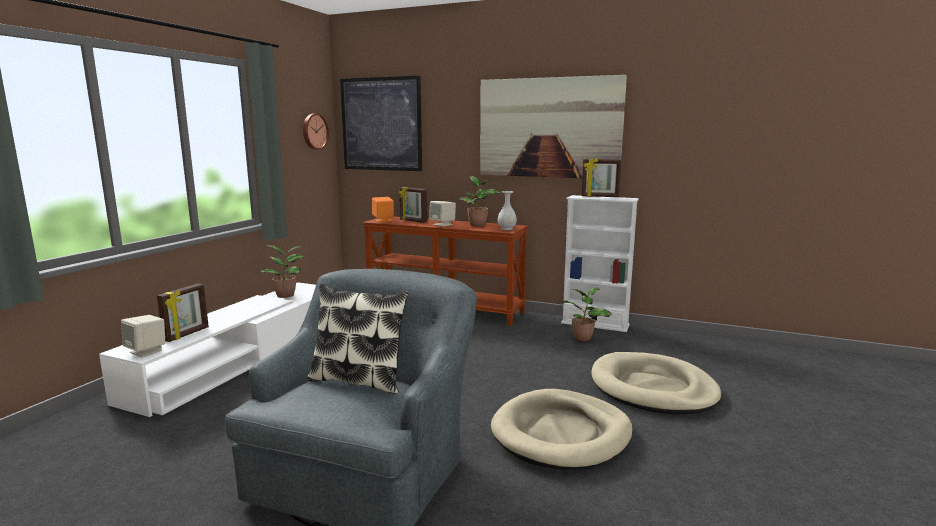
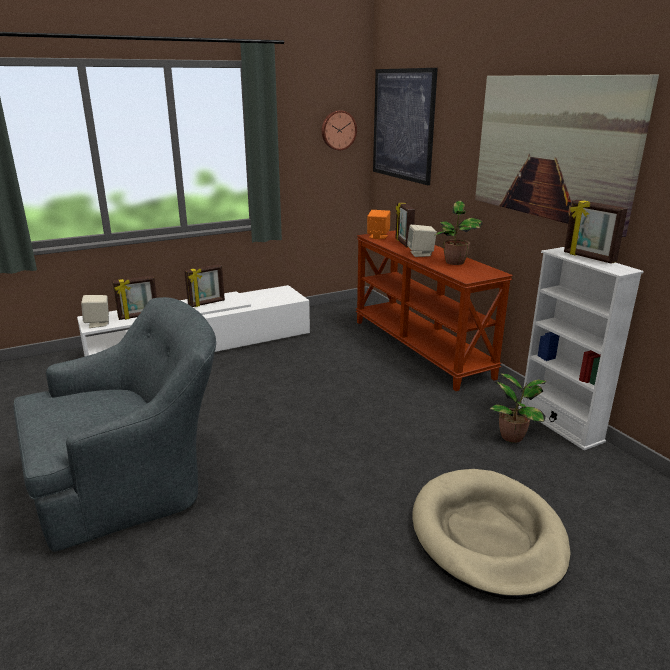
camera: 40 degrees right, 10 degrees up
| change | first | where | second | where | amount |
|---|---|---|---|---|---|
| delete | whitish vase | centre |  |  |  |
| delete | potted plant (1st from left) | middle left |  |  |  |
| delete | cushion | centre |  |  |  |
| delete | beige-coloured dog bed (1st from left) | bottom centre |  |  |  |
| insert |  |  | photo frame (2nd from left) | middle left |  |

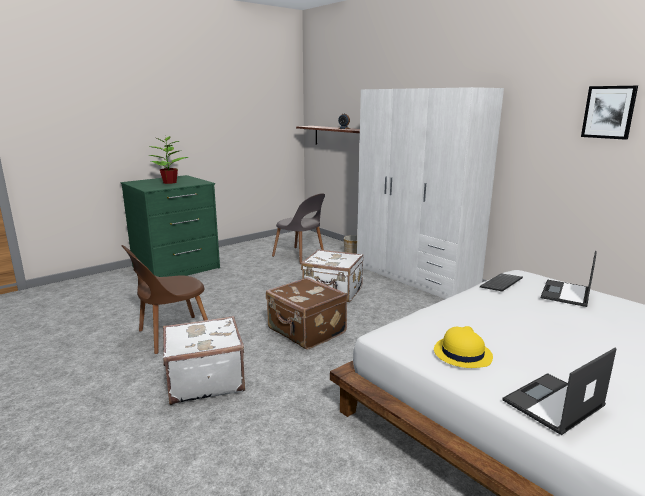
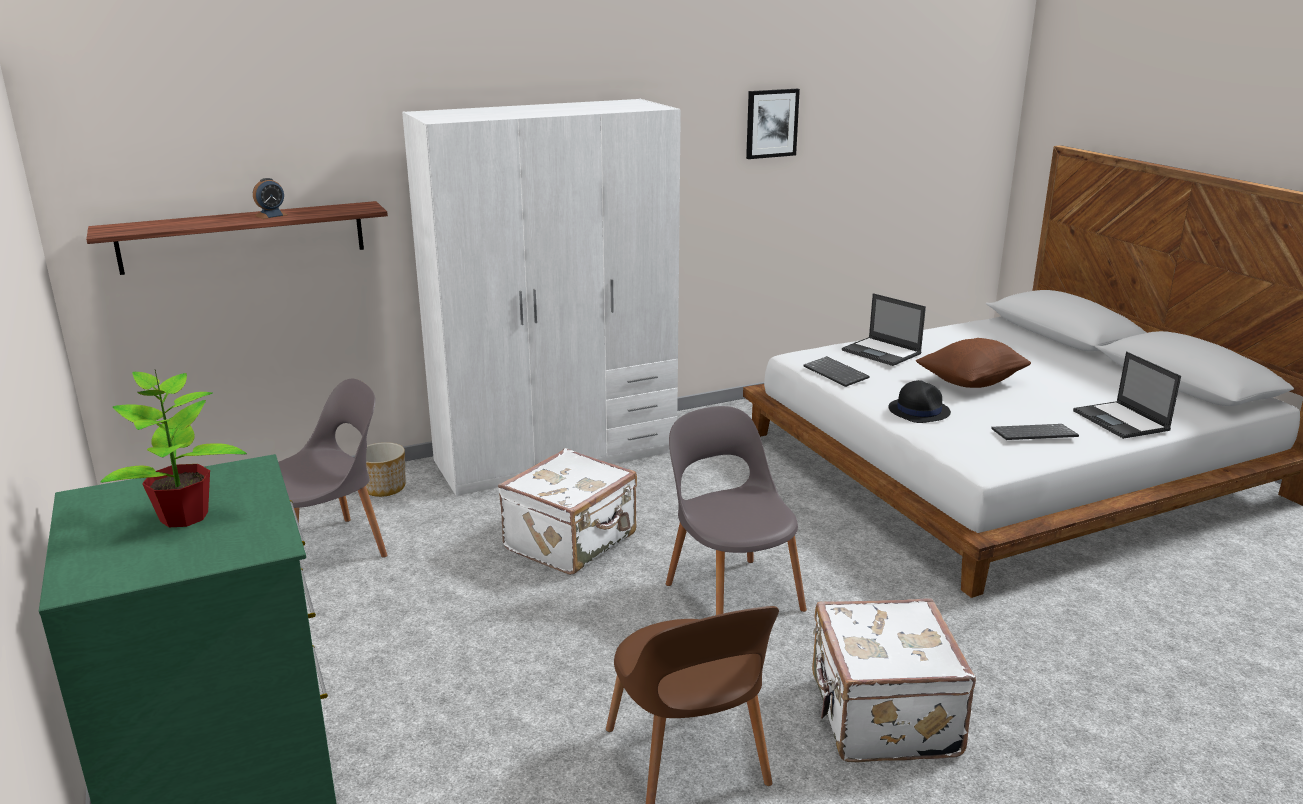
camera: 75 degrees left, 5 degrees up
| change | first | where | second | where | amount |
|---|---|---|---|---|---|
| replace | brownish travel case | centre | greyish plain chair (2nd from left) | centre |  |
| replace | yellow-coloured hat | bottom right | computer keyboard (2nd from left) | middle right |  |
| insert |  |  | brownish cushion | middle right |  |
| insert |  |  | black-coloured hat | middle right |  |

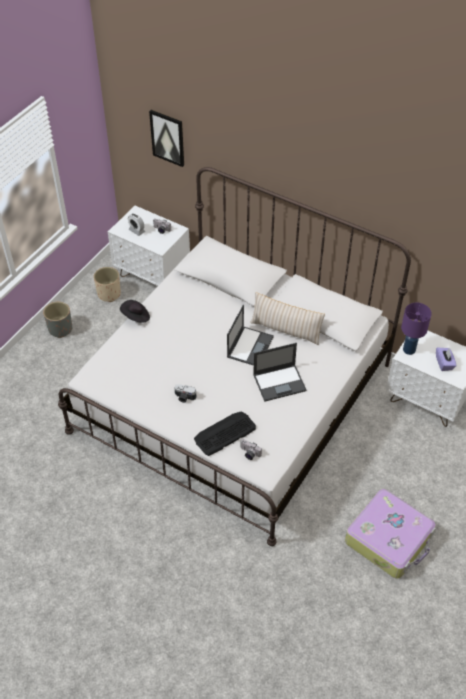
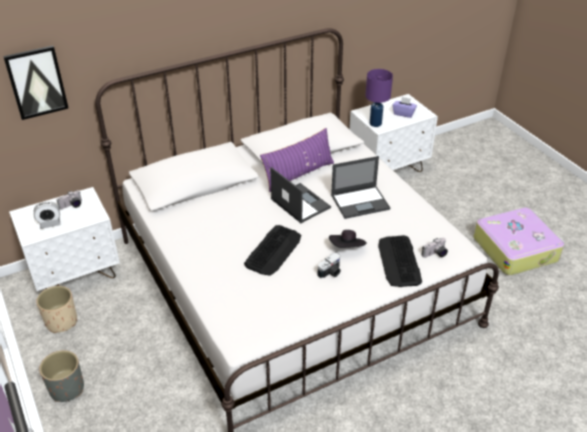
camera: 60 degrees left, 10 degrees down
| change | first | where | second | where | amount |
|---|---|---|---|---|---|
| recolor | beige-coloured cushion | centre | purple-coloured cushion | centre |  |
| move | black-coloured hat | middle left |  | centre |  |
| rotate | laptop (2nd from left) | centre |  | centre | 60 degrees clockwise |
| insert |  |  | computer keyboard (1st from left) | centre |  |

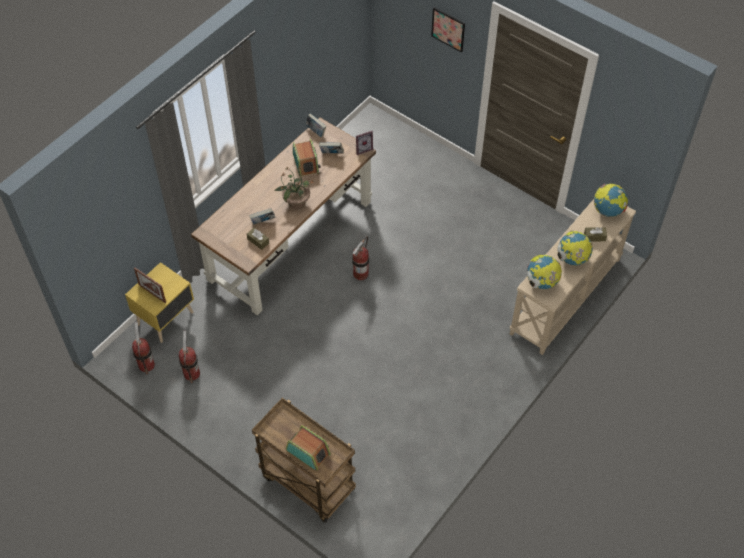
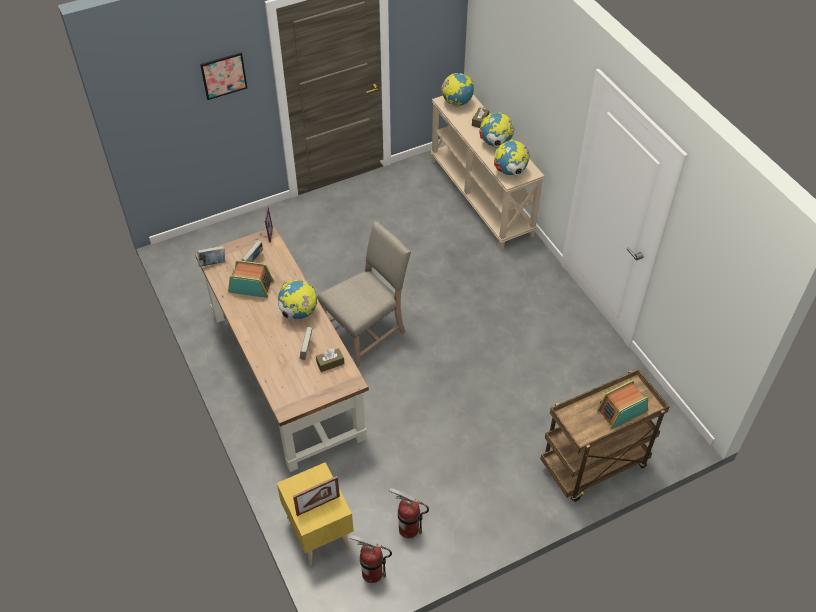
camera: 65 degrees left, 5 degrees down
| change | first | where | second | where | amount |
|---|---|---|---|---|---|
| replace | potted plant | centre | world globe (1st from left) | centre |  |
| replace | fire-fighting cylinder (3rd from left) | centre | beige-coloured plain chair | centre |  |

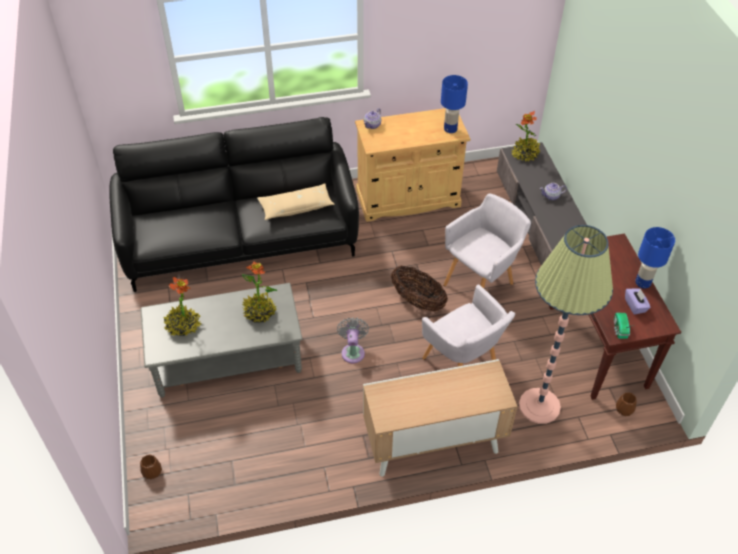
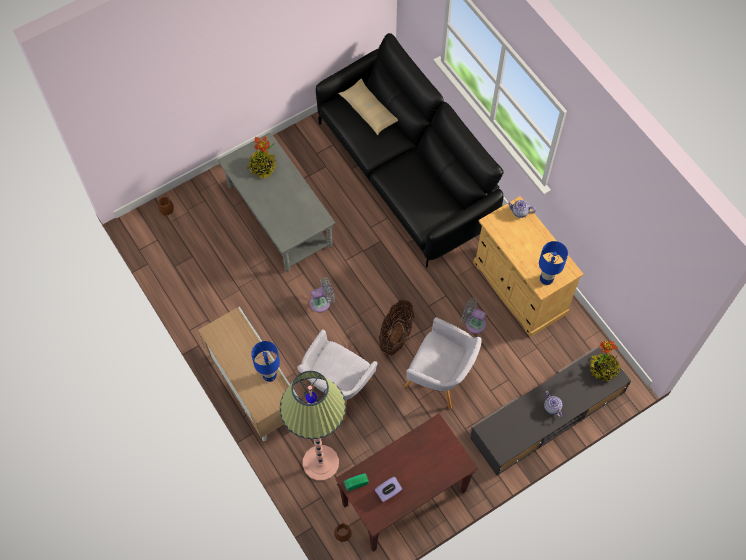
camera: 70 degrees right, 15 degrees up
| change | first | where | second | where | amount |
|---|---|---|---|---|---|
| move | beige-coloured cushion | centre |  | top centre |  |
| move | blue-coloured lamp for a table (2nd from left in the first image) | middle right | blue-coloured lamp for a table (1st from left) | centre |  |
| delete | potted plant (2nd from left) | centre |  |  |  |
| insert |  |  | greyish electric fan (2nd from left) | centre |  |

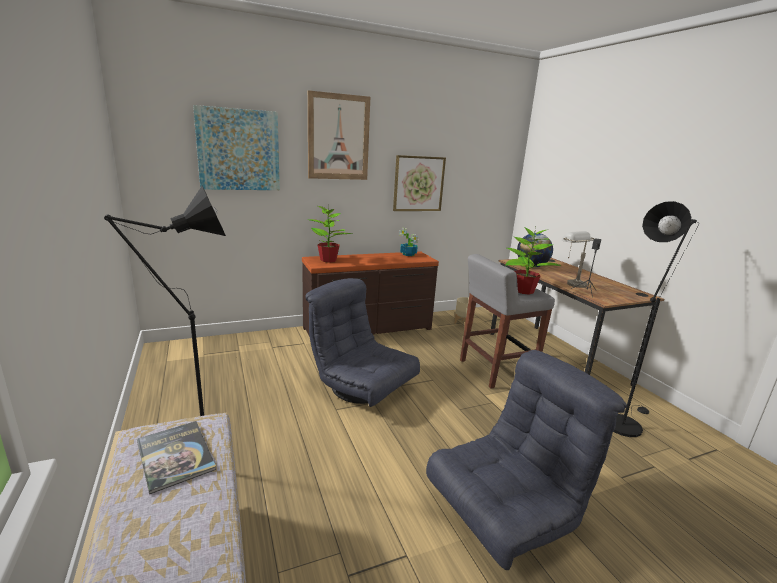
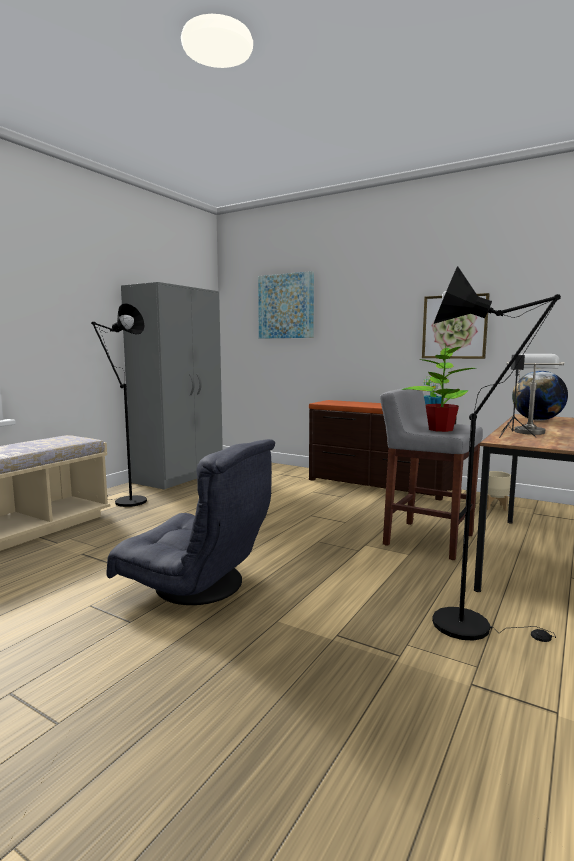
camera: 55 degrees right, 10 degrees down
| change | first | where | second | where | amount |
|---|---|---|---|---|---|
| delete | picture (2nd from left) | top centre |  |  |  |
| delete | potted plant (1st from left) | centre |  |  |  |
| delete | greyish easy chair (1st from left) | centre |  |  |  |
| delete | book | bottom left |  |  |  |
| insert |  |  | greyish wardrobe | middle left |  |

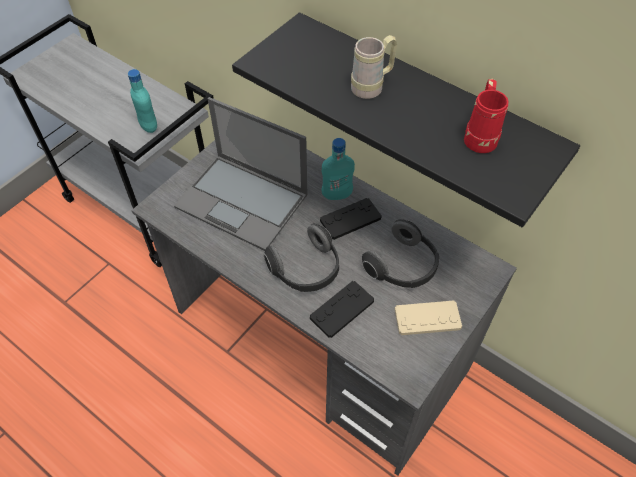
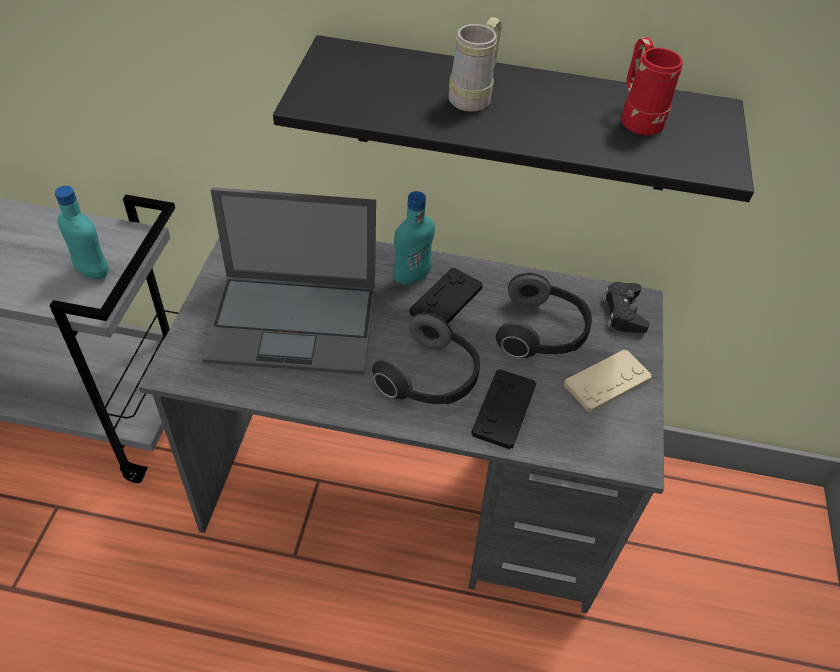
camera: 30 degrees left, 5 degrees down
| change | first | where | second | where | amount |
|---|---|---|---|---|---|
| insert |  |  | black-coloured joypad (3rd from left) | middle right |  |

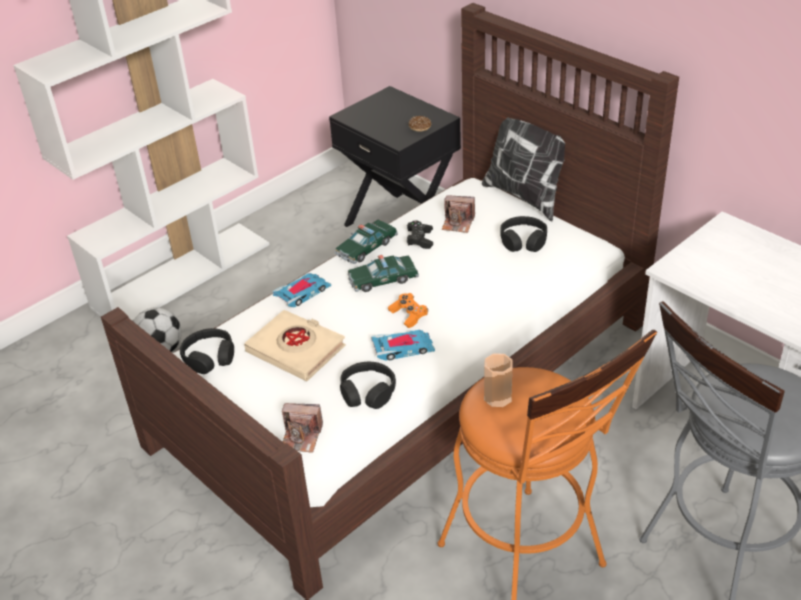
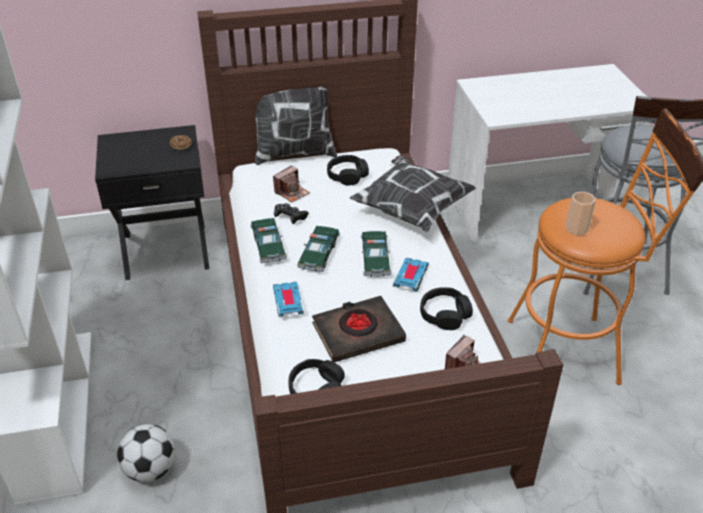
camera: 60 degrees left, 0 degrees up
| change | first | where | second | where | amount |
|---|---|---|---|---|---|
| replace | orange-coloured joypad | centre | miniature car (4th from left) | centre |  |
| recolor | beige-coloured book | centre | black-coloured book | centre |  |
| insert |  |  | cushion (2nd from left) | centre |  |

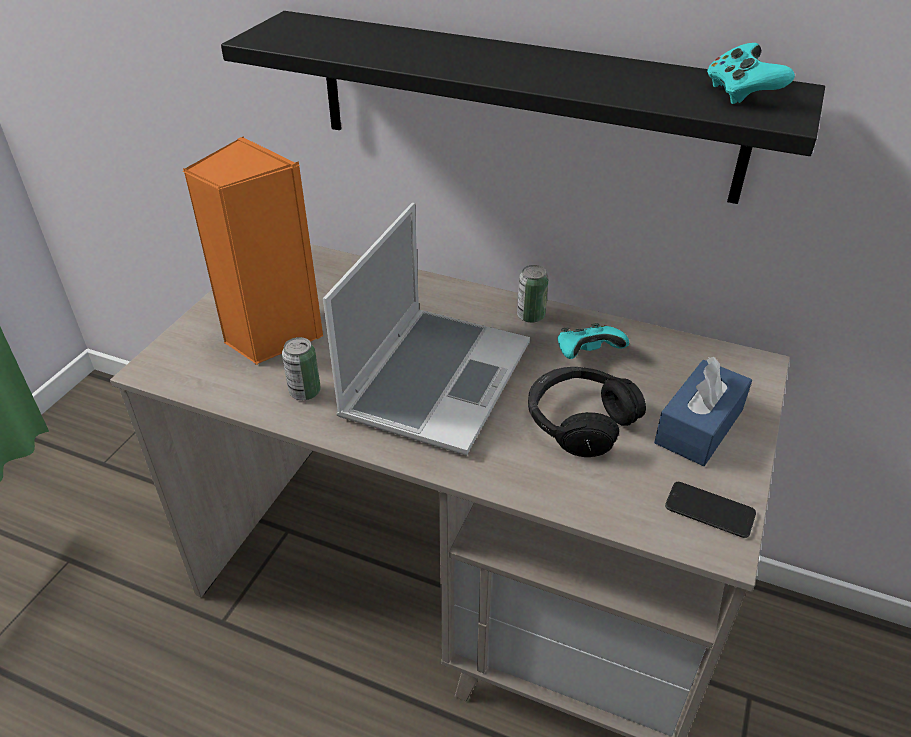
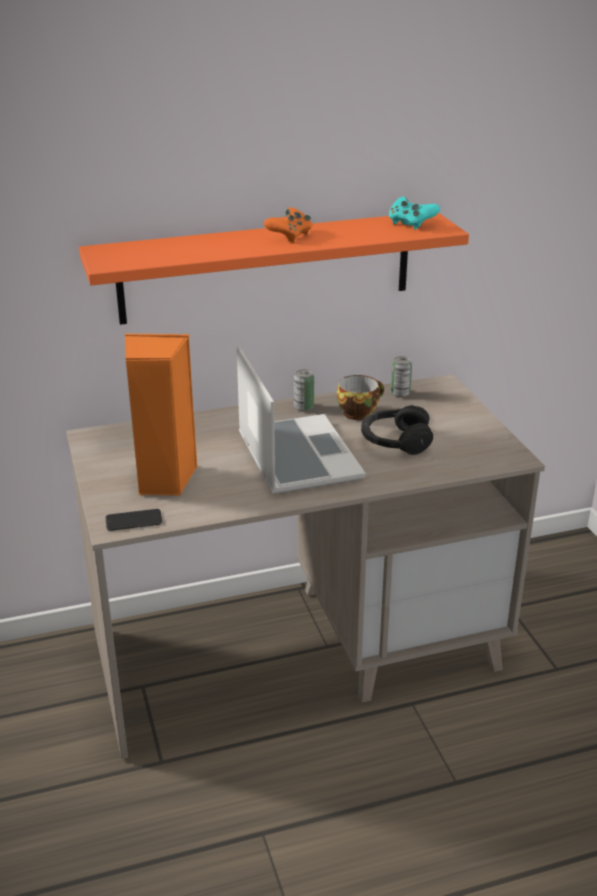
camera: 40 degrees left, 10 degrees down
| change | first | where | second | where | amount |
|---|---|---|---|---|---|
| recolor | black-coloured bracket shelf | top centre | orange-coloured bracket shelf | top centre |  |
| replace | blue-green joypad (1st from left) | centre | small cup | centre |  |
| move | can (1st from left in the first image) | middle left | can (2nd from left) | middle right |  |
| delete | blue-coloured box of tissues | middle right |  |  |  |
| move | phone | bottom right |  | middle left |  |
| insert |  |  | orange-coloured joypad | top centre |  |

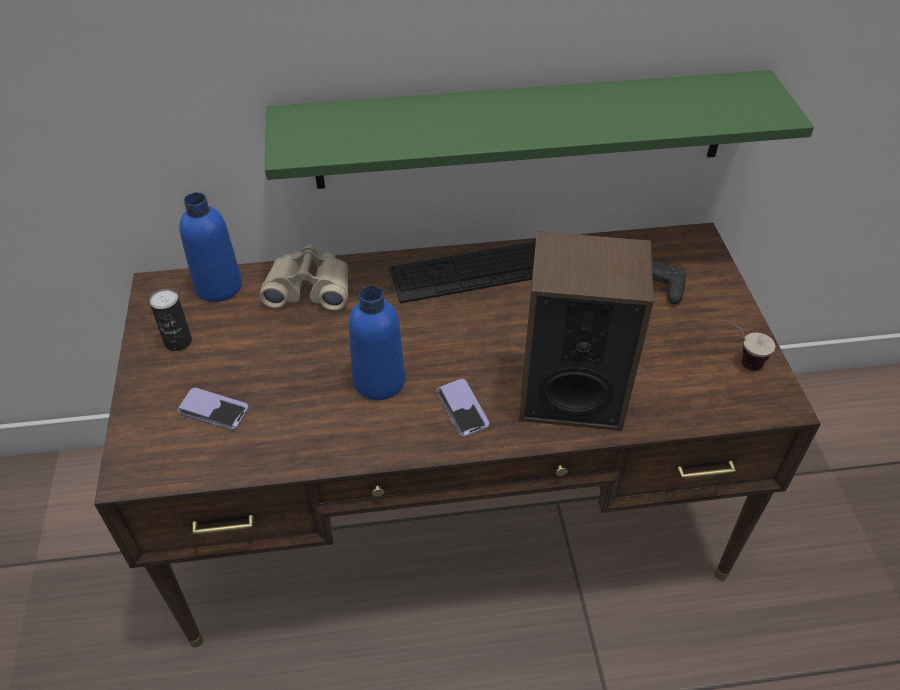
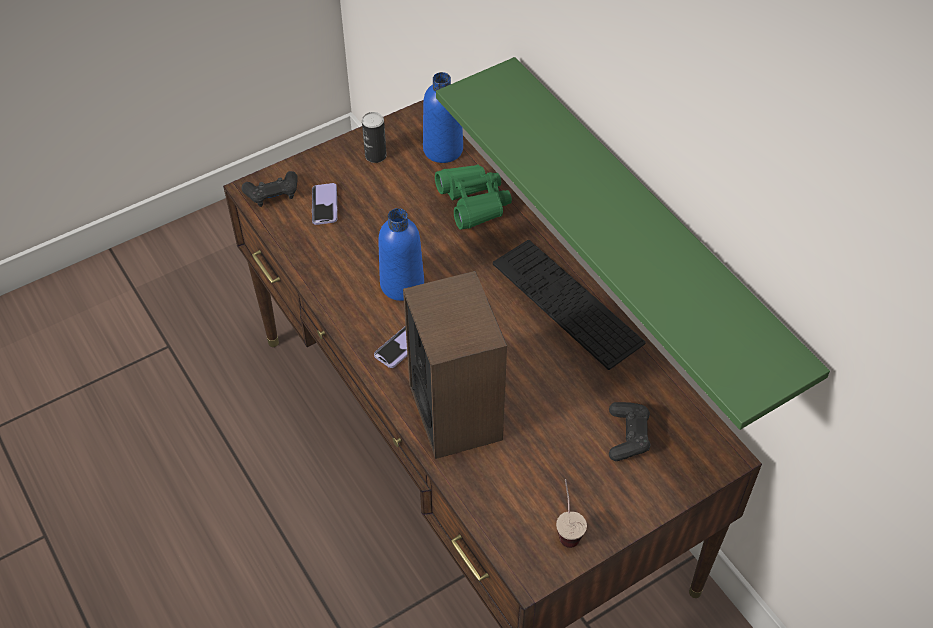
camera: 65 degrees right, 5 degrees up
| change | first | where | second | where | amount |
|---|---|---|---|---|---|
| recolor | beige-coloured field glasses | centre | green-coloured field glasses | top centre |  |
| insert |  |  | black-coloured joypad (1st from left) | top left |  |

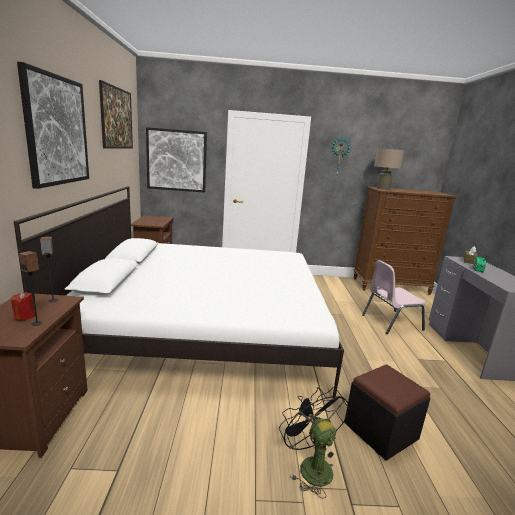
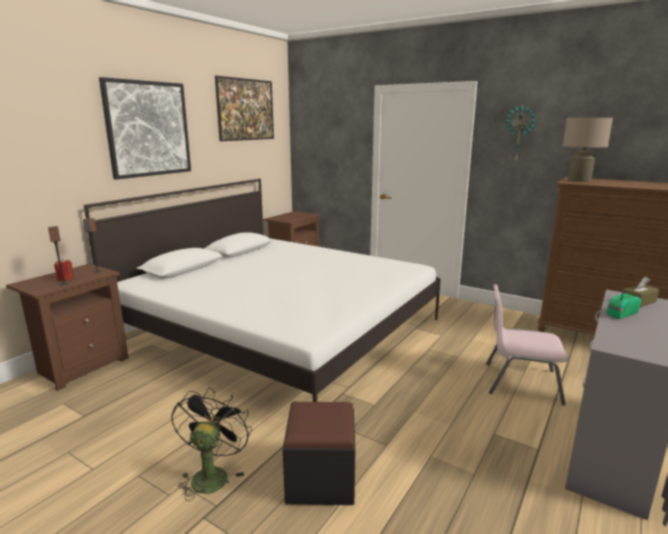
camera: 35 degrees right, 0 degrees up
| change | first | where | second | where | amount |
|---|---|---|---|---|---|
| delete | picture (3rd from left) | top centre |  |  |  |

